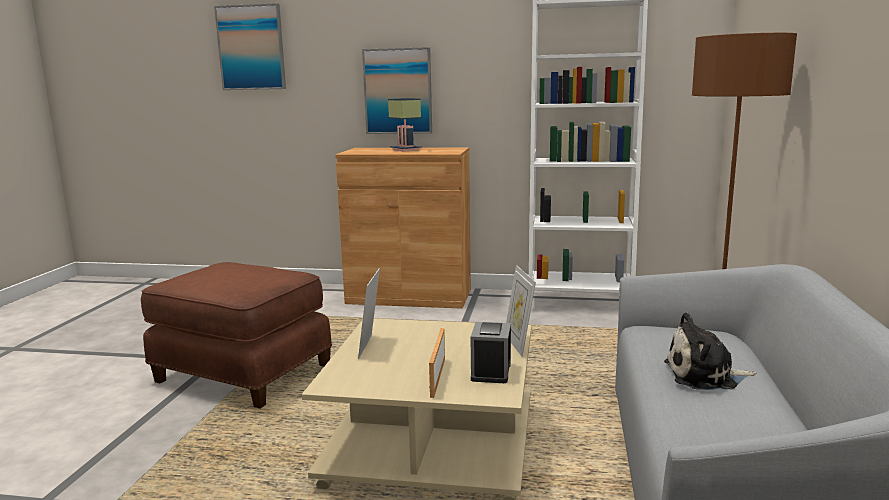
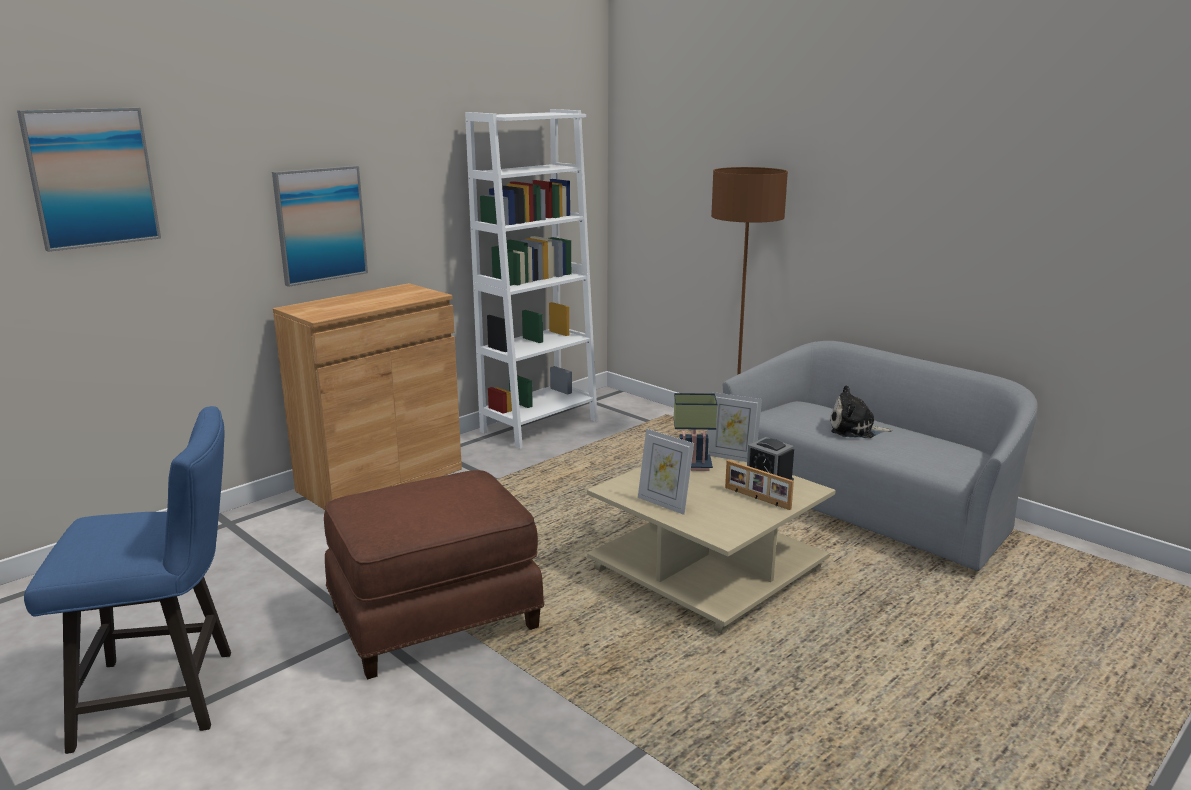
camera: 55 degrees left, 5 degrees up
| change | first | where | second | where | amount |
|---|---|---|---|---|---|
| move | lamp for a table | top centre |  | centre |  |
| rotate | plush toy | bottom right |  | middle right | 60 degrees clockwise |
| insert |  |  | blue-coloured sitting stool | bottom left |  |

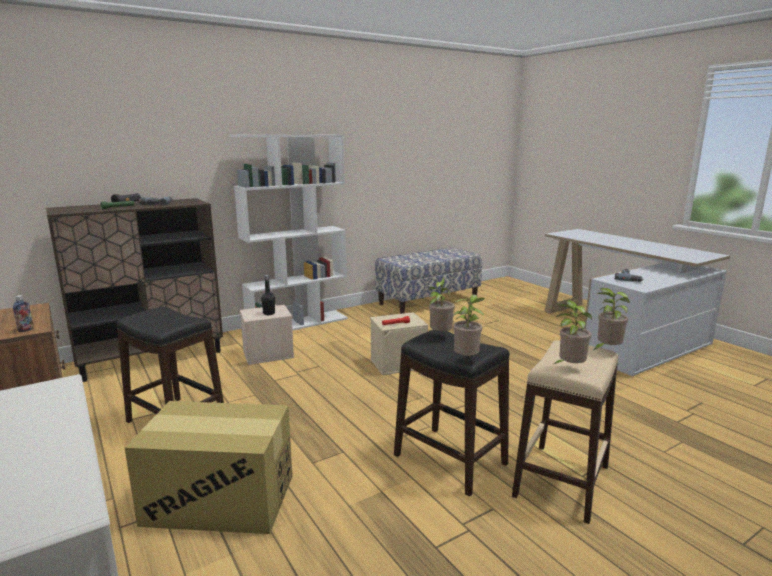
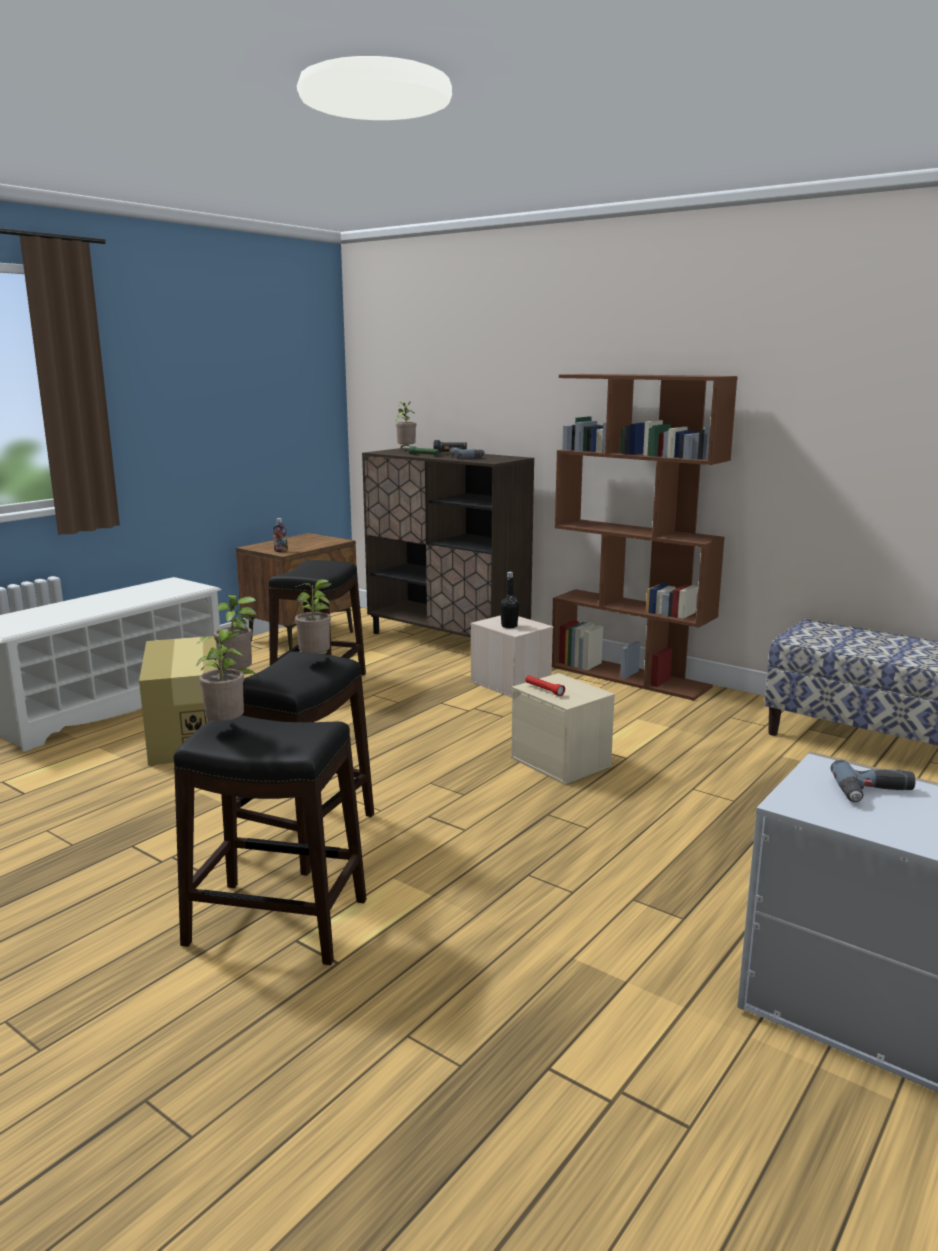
camera: 70 degrees right, 0 degrees up
| change | first | where | second | where | amount |
|---|---|---|---|---|---|
| recolor | whitish bookcase | centre | brownish bookcase | middle right |  |
| move | potted plant (4th from left) | middle right |  | centre |  |
| recolor | beige-coloured sitting stool | bottom right | black-coloured sitting stool (1st from left) | bottom left |  |

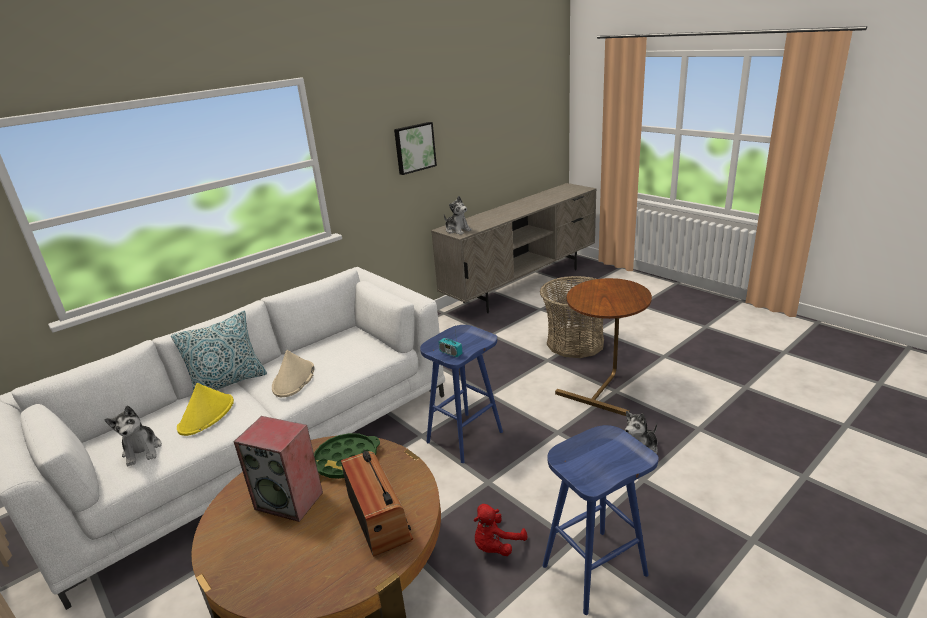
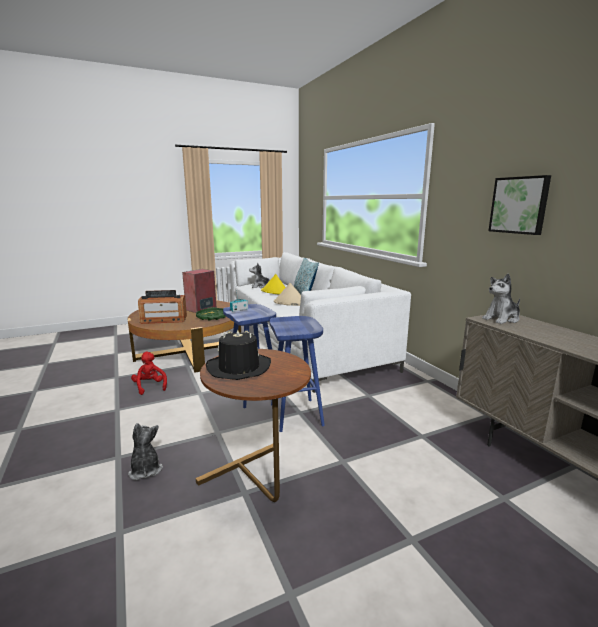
camera: 105 degrees right, 10 degrees down
| change | first | where | second | where | amount |
|---|---|---|---|---|---|
| delete | basket | centre |  |  |  |
| move | blue-coloured sitting stool (2nd from left) | bottom centre |  | centre |  |
| insert |  |  | black-coloured hat | centre |  |

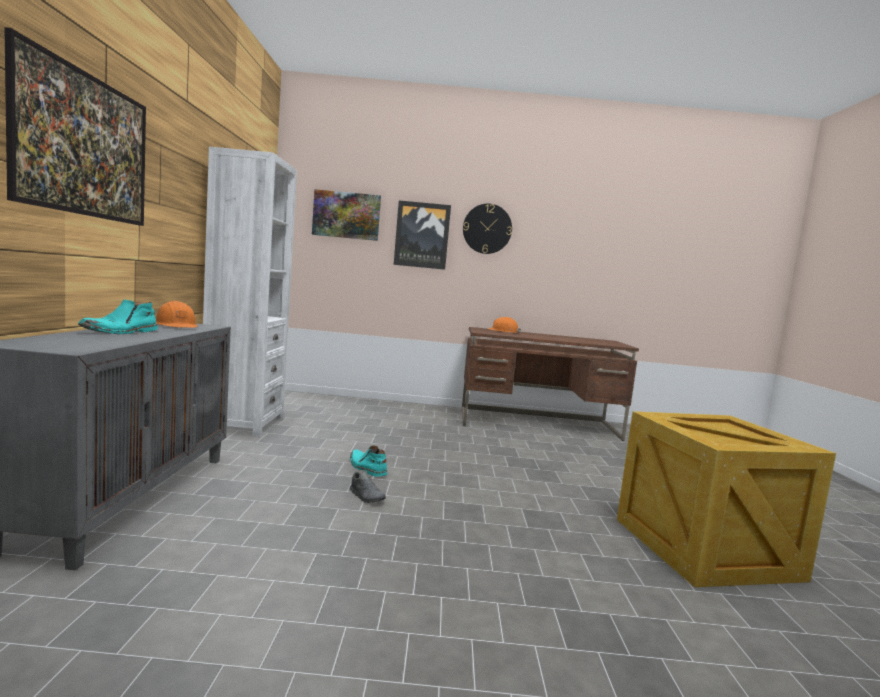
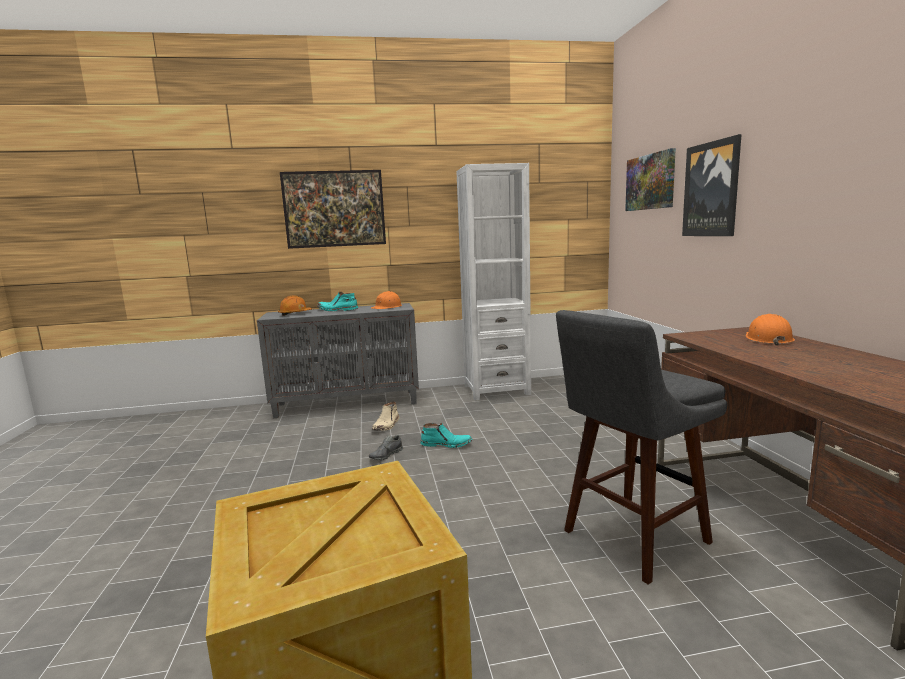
camera: 80 degrees right, 5 degrees up
| change | first | where | second | where | amount |
|---|---|---|---|---|---|
| delete | clock on the wall | top centre |  |  |  |
| rotate | blue-green boot (2nd from left) | centre |  | centre | 60 degrees clockwise |
| insert |  |  | orange-coloured hard hat (1st from left) | middle left |  |
| insert |  |  | greyish sitting stool | middle right |  |
| insert |  |  | beige-coloured boot | centre |  |

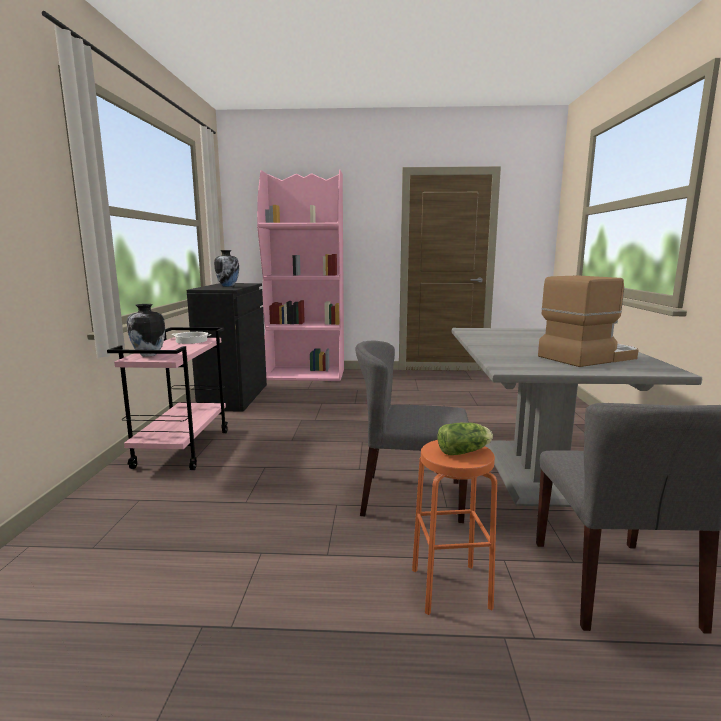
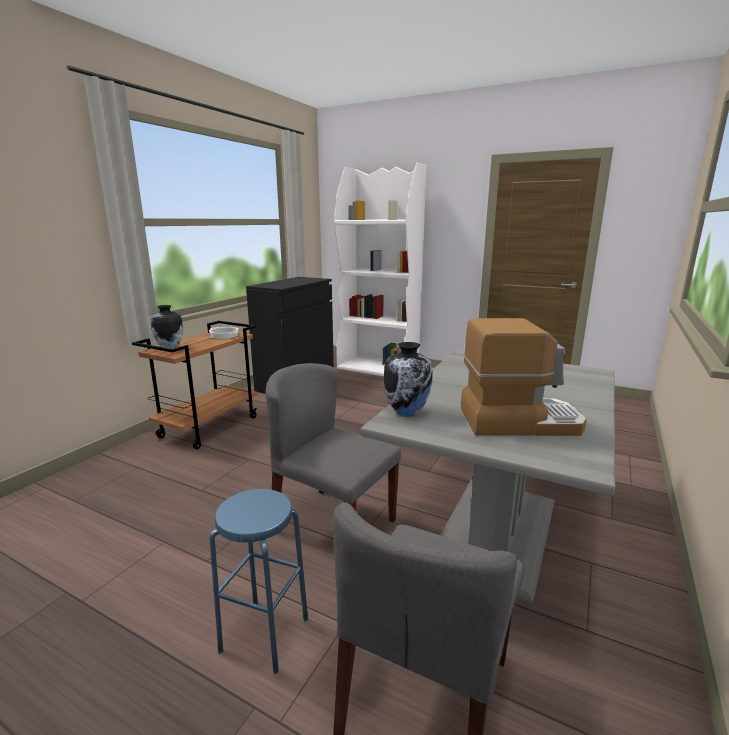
camera: 25 degrees right, 5 degrees up
| change | first | where | second | where | amount |
|---|---|---|---|---|---|
| recolor | pinkish bookcase | centre | whitish bookcase | centre |  |
| move | vase (2nd from left) | middle left |  | centre |  |
| recolor | pinkish cart | middle left | brownish cart | middle left |  |
| delete | lettuce head | centre |  |  |  |
| recolor | orange-coloured sitting stool | bottom centre | blue-coloured sitting stool | bottom centre |  |

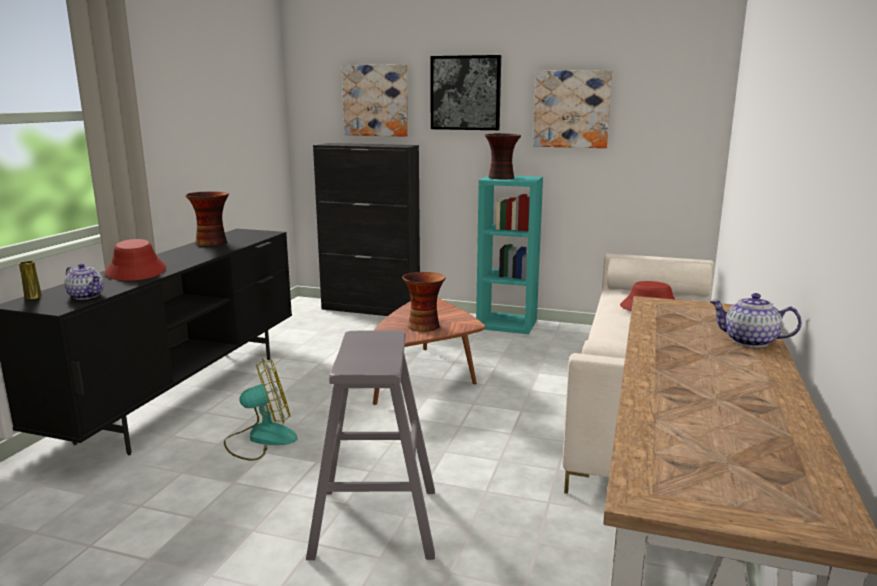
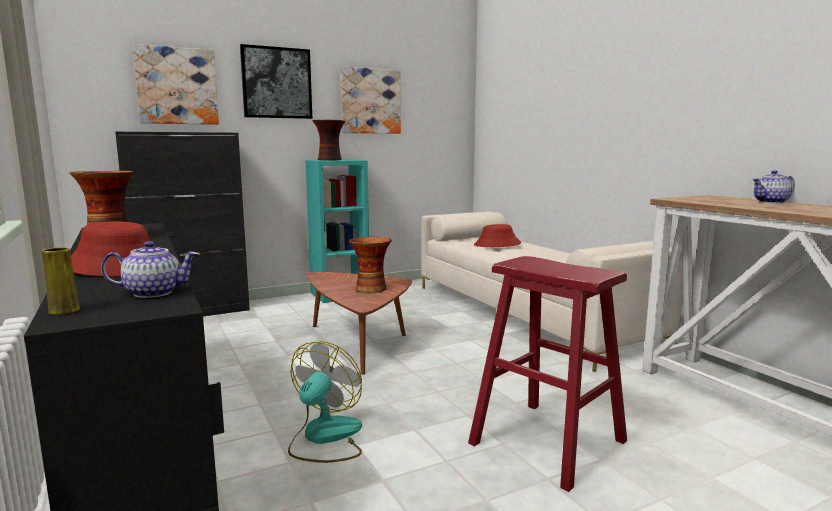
camera: 45 degrees left, 5 degrees down
| change | first | where | second | where | amount |
|---|---|---|---|---|---|
| recolor | greyish sitting stool | bottom centre | red-coloured sitting stool | bottom centre |  |

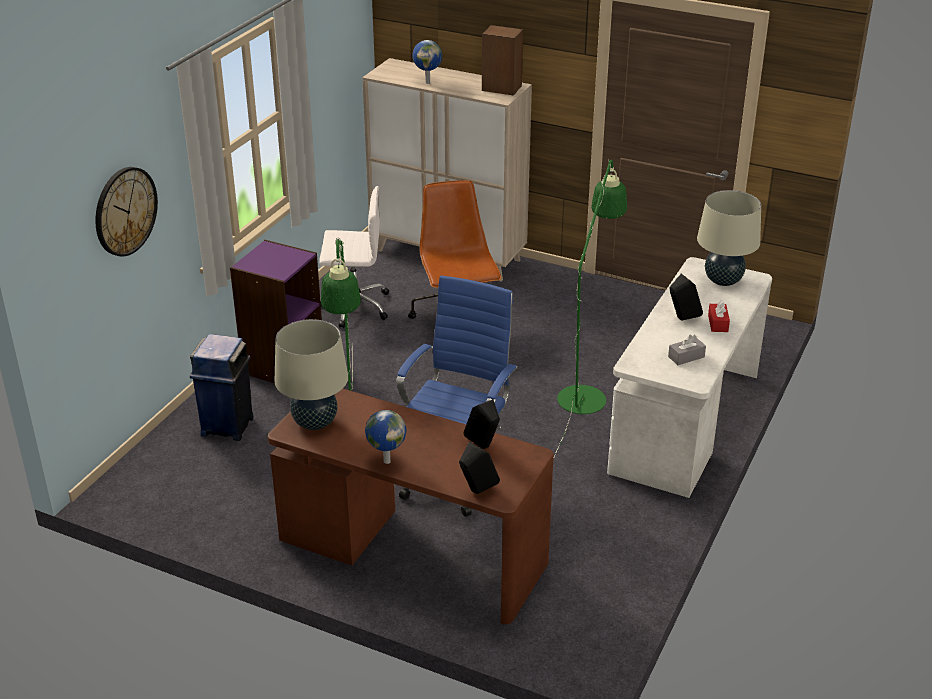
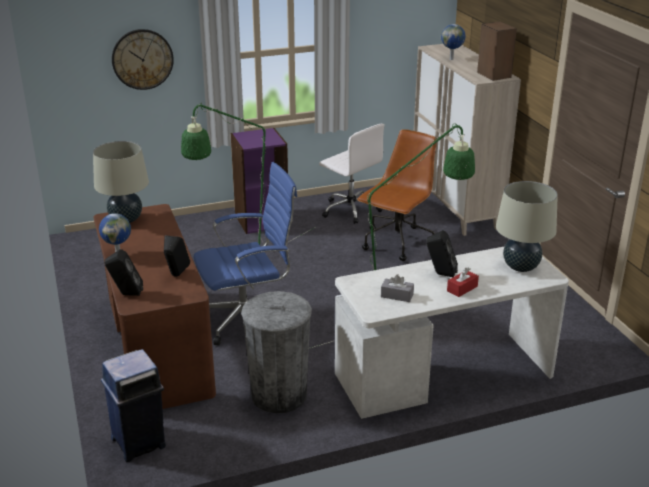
camera: 45 degrees right, 5 degrees down
| change | first | where | second | where | amount |
|---|---|---|---|---|---|
| move | blue-coloured waste bin | middle left |  | bottom left |  |
| insert |  |  | greyish waste bin | bottom centre |  |

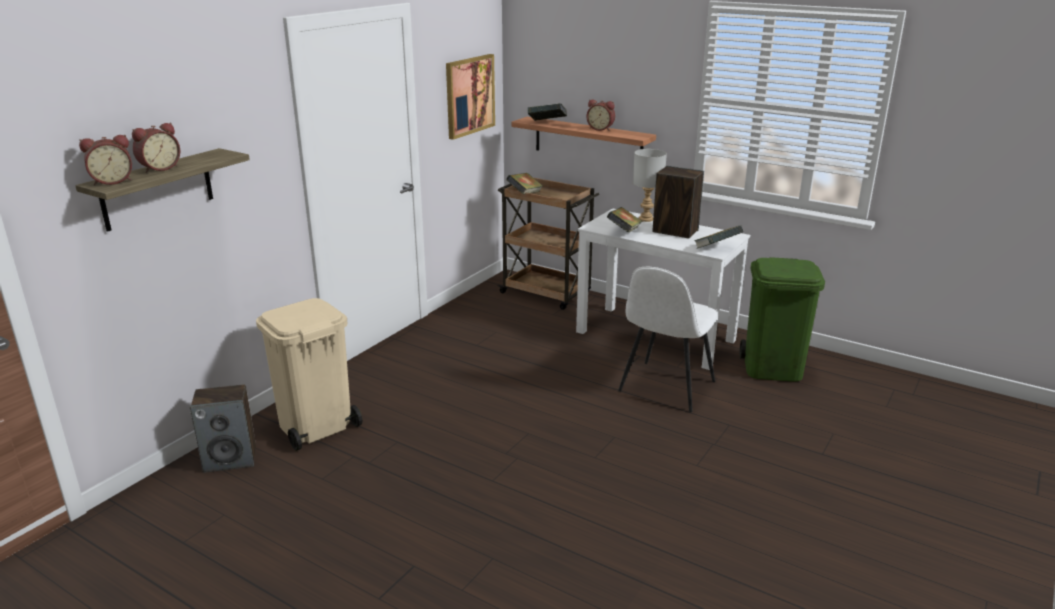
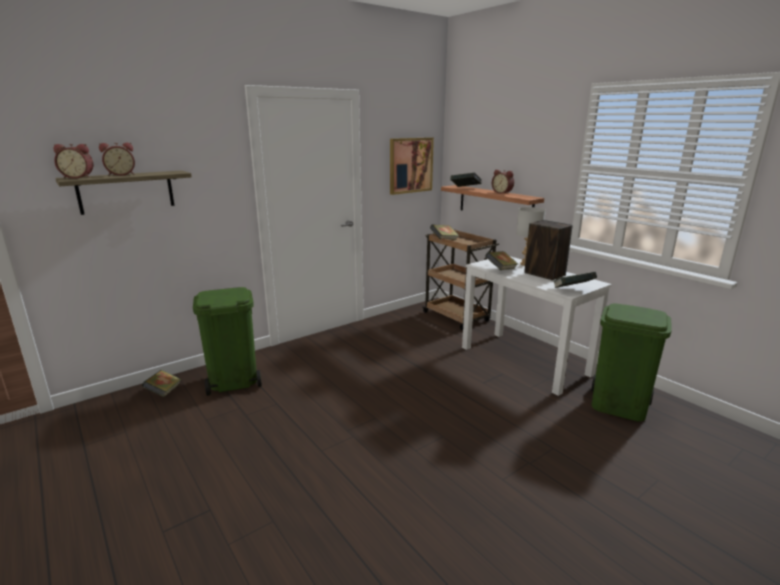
camera: 20 degrees right, 5 degrees down
| change | first | where | second | where | amount |
|---|---|---|---|---|---|
| delete | whitish plain chair | centre |  |  |  |
| recolor | beige-coloured waste bin | middle left | green-coloured waste bin (1st from left) | middle left |  |
| replace | speaker (1st from left) | bottom left | book (1st from left) | middle left |  |

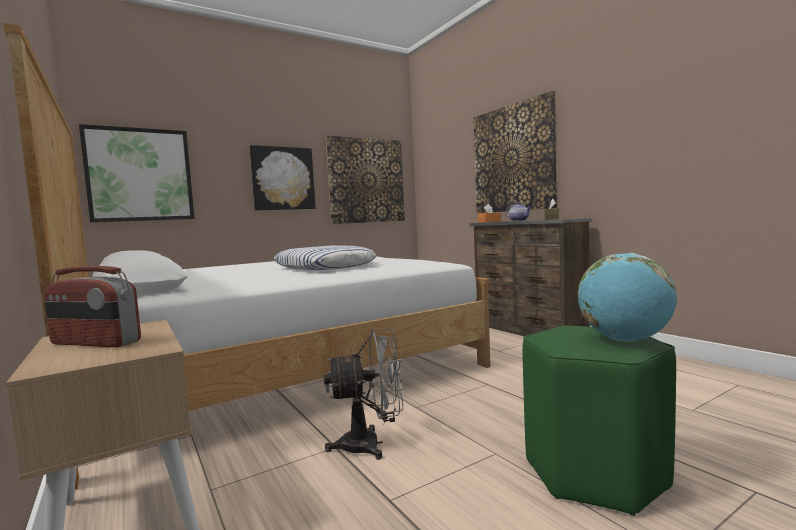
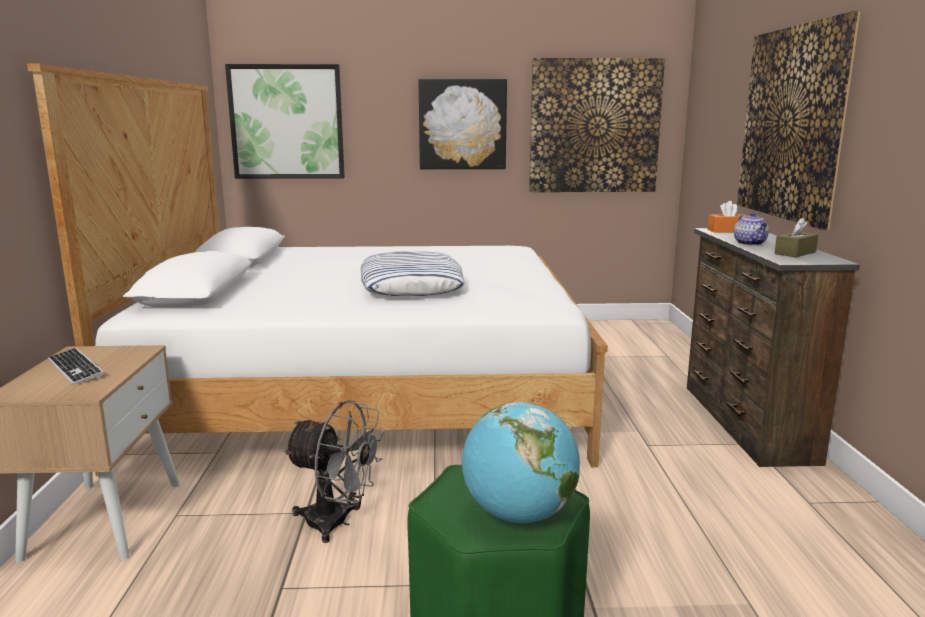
camera: 30 degrees right, 10 degrees up
| change | first | where | second | where | amount |
|---|---|---|---|---|---|
| replace | radio receiver | middle left | computer keyboard | middle left |  |

